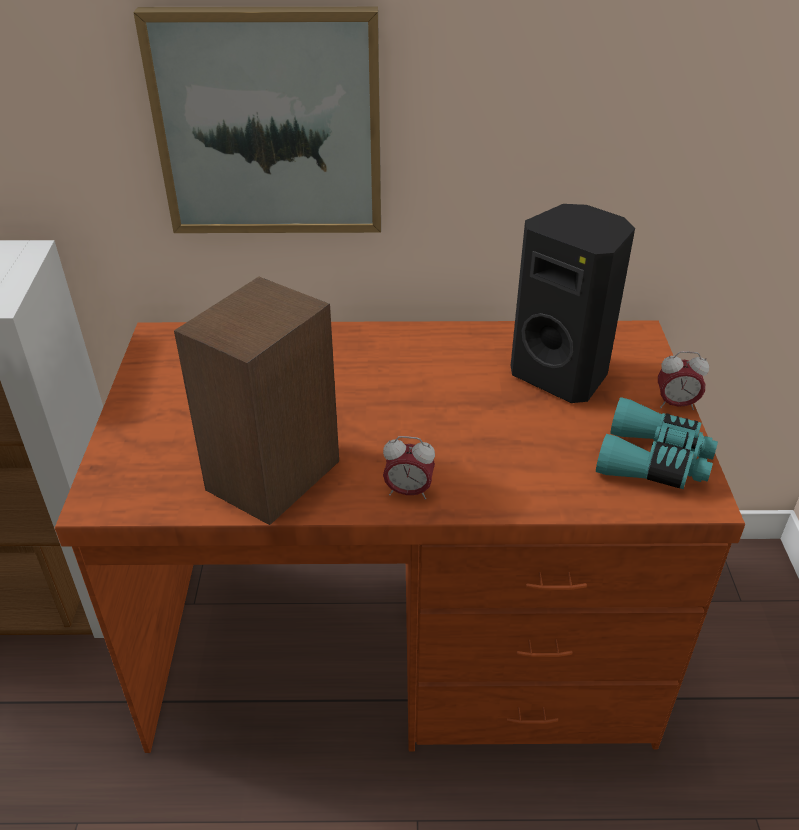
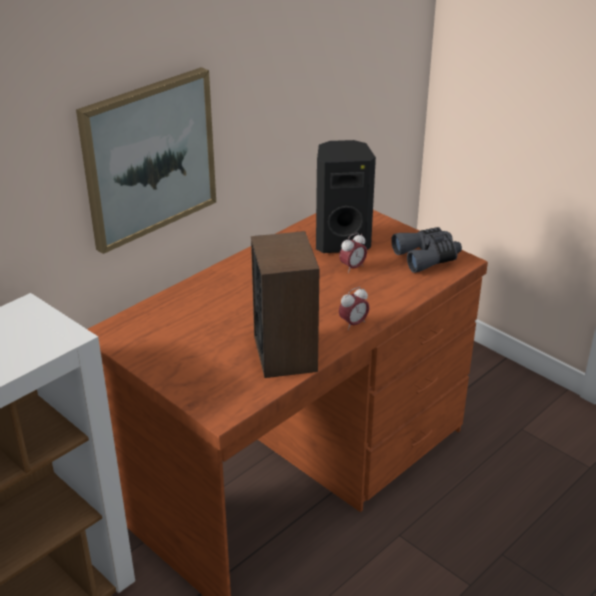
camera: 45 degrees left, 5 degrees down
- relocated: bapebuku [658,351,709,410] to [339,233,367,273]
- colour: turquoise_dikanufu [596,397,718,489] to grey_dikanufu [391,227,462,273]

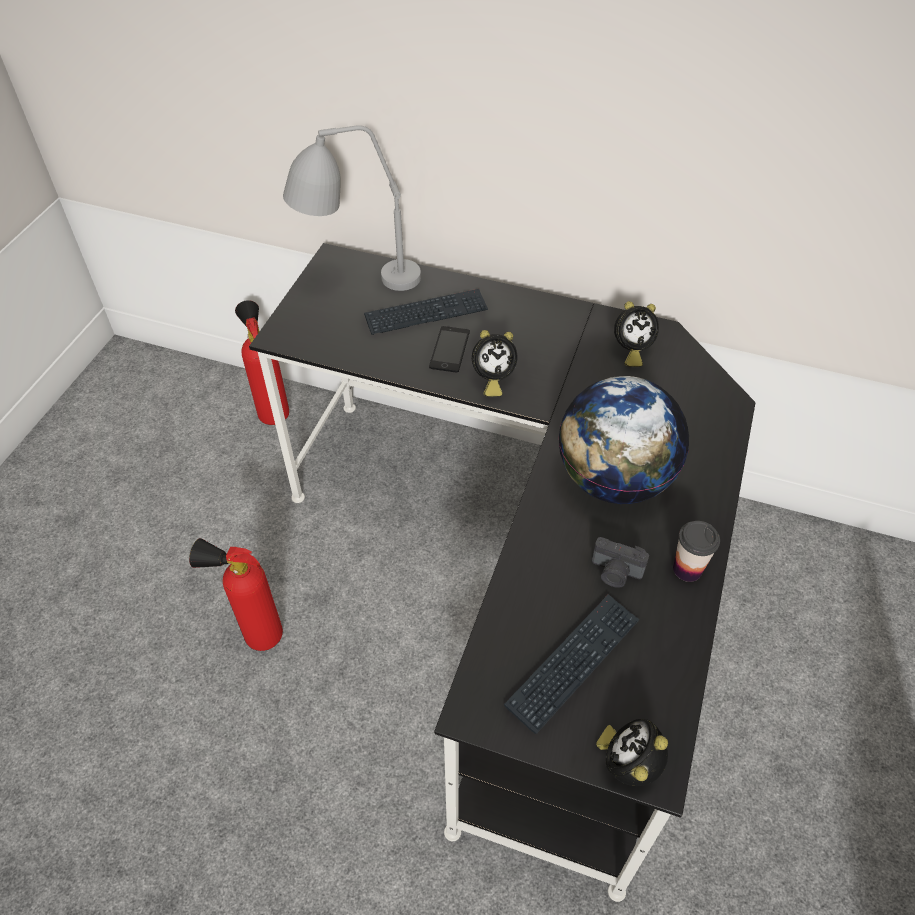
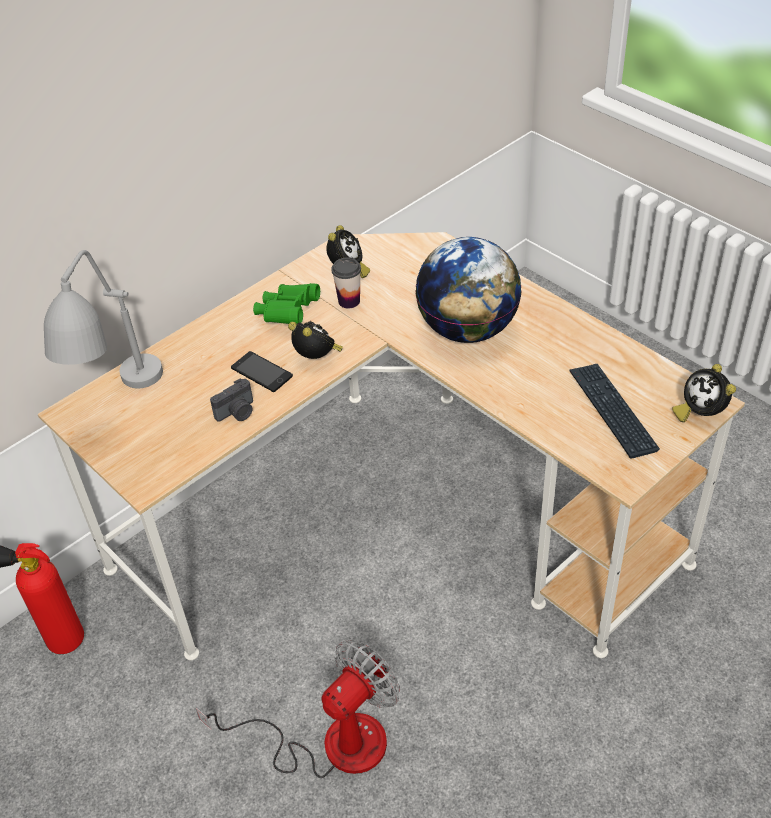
camera: 60 degrees left, 5 degrees down
- colour: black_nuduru [249,243,755,902] to beige_nuduru [38,232,745,660]
- exchanged: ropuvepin [189,538,283,651] to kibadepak [196,640,400,778]
- relocated: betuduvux [592,537,649,588] to [210,378,253,421]
- appeared: green_dikanufu [253,283,320,324]
- spun: bapebuku [472,330,517,397] = [288,321,343,359] 60 degrees counterclockwise
- relocated: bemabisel [673,521,720,582] to [331,257,361,309]
- missing: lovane [364,289,488,335]

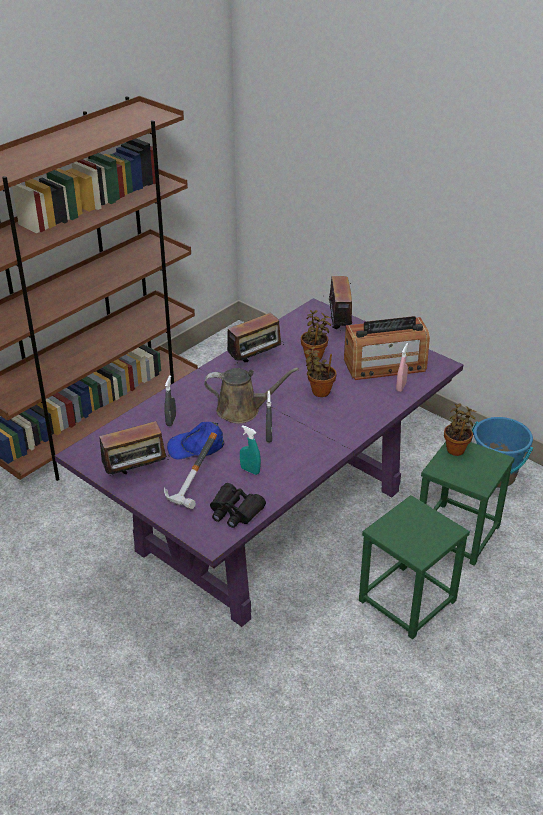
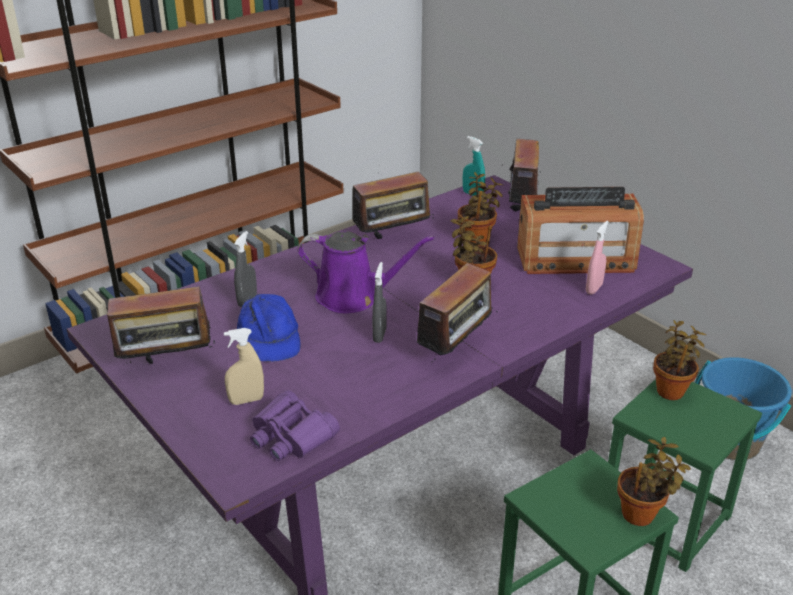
camera: 10 degrees right, 5 degrees down
- exchanged: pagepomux [164,432,217,509] to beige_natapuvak [224,328,264,405]
- spun: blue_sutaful [167,422,224,459] = [237,294,301,362] 105 degrees counterclockwise
- colour: black_dikanufu [210,483,266,528] to purple_dikanufu [250,390,340,461]
- colour: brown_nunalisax [204,368,299,424] to purple_nunalisax [298,231,434,313]
- appeared: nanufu [416,263,498,362]
- relocated: turquoise_natapuvak [240,425,261,475] to [463,136,485,197]
- appeared: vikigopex [617,437,691,526]

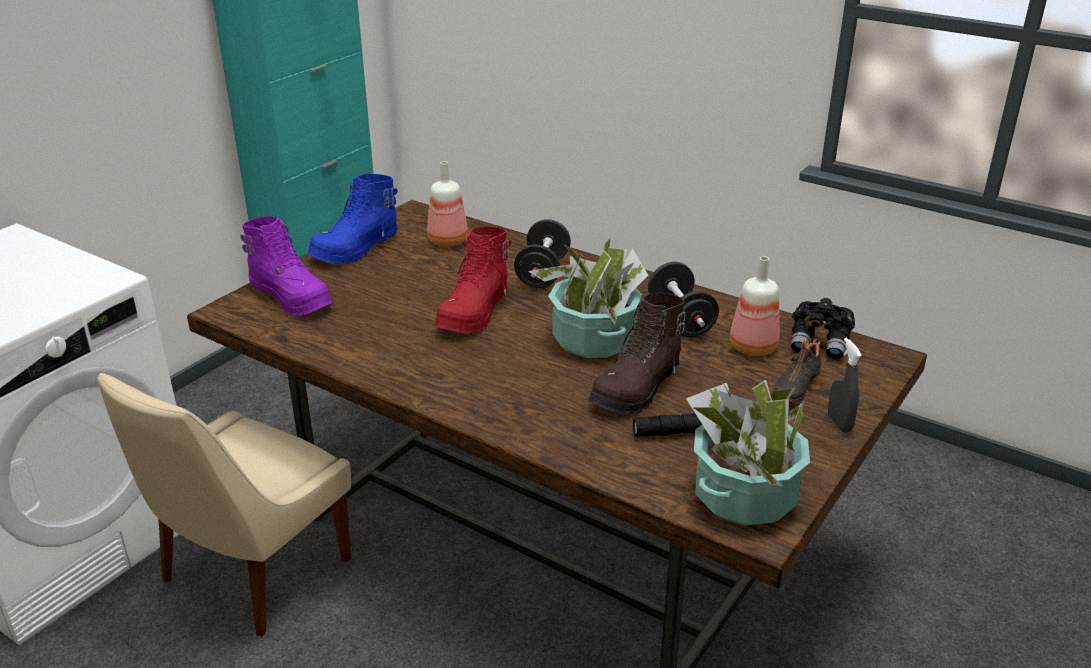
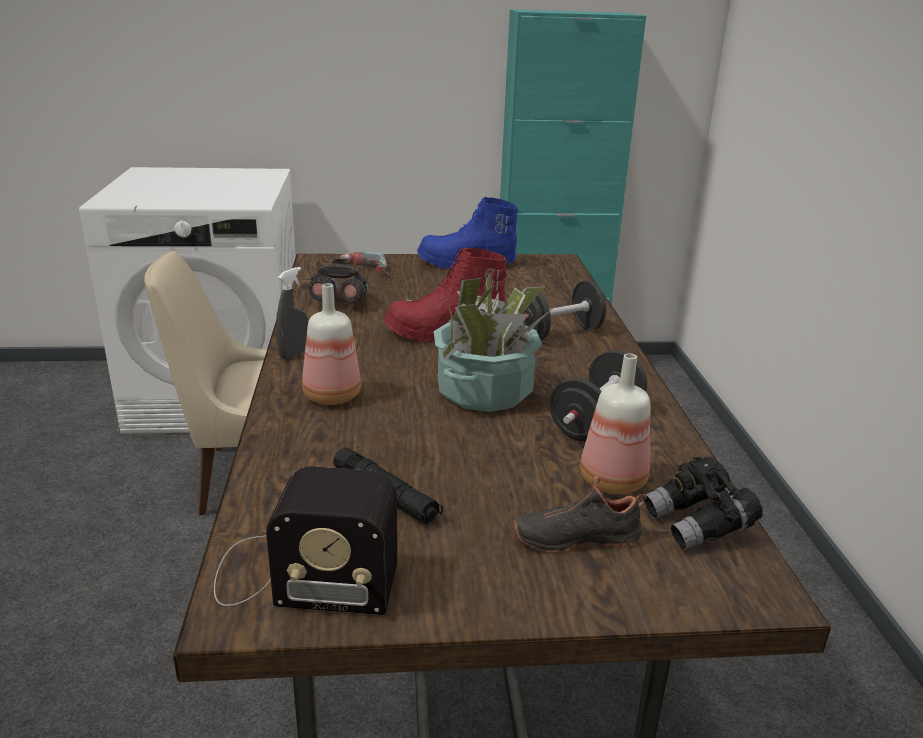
camera: 50 degrees right, 5 degrees down
- exchanged: vikigopex [686,380,810,525] to nanufu [214,467,397,615]
- relocated: grey_natapuvak [828,337,862,433] to [276,267,308,359]
- relocated: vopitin [427,161,468,247] to [302,283,361,405]
- appeared: grey_dikanufu [308,259,368,303]
- exchanged: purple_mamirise [240,216,333,316] to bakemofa [341,252,389,276]
- missing: brown_mamirise [588,293,689,414]

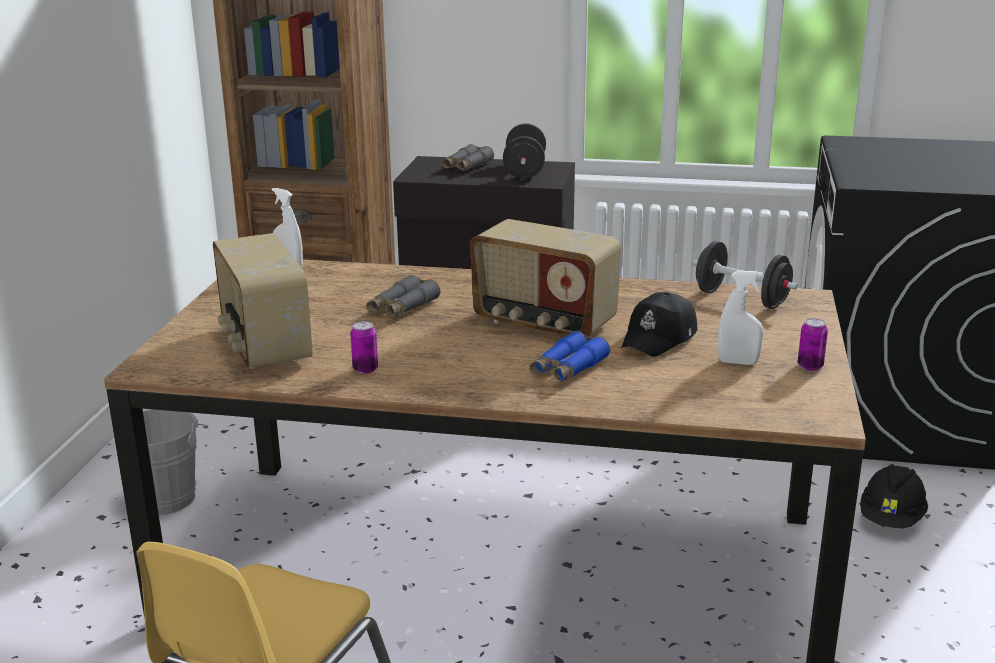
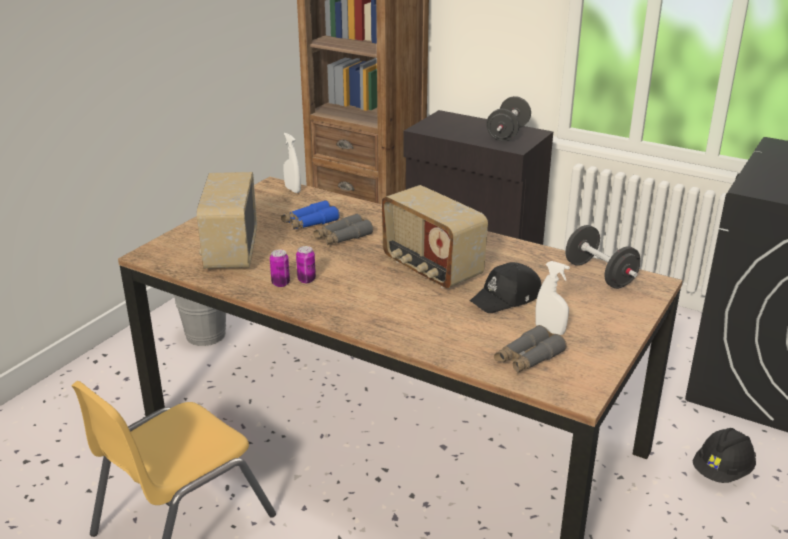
camera: 20 degrees right, 5 degrees up
- relocated: blue_dikanufu [529,331,610,382] to [281,200,340,229]
- relocated: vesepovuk [798,318,828,371] to [296,246,316,283]
- relocated: grey_dikanufu [442,144,494,171] to [494,325,566,373]

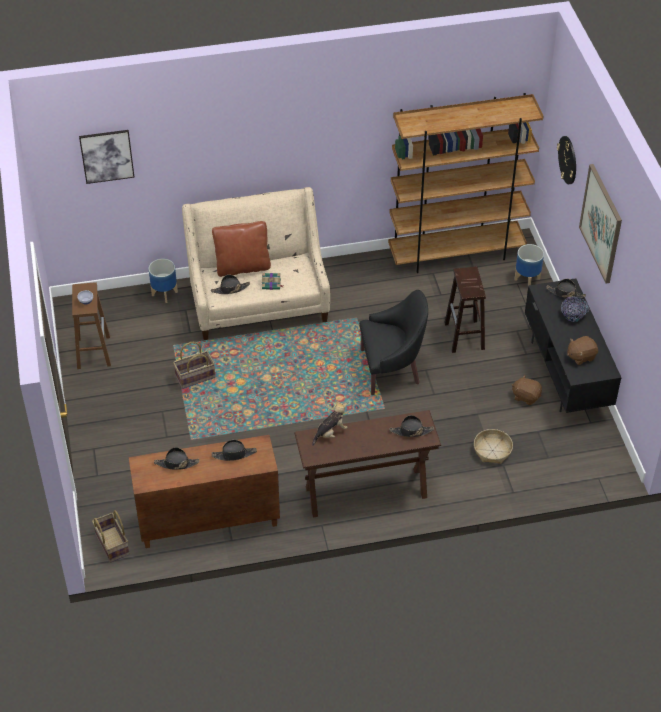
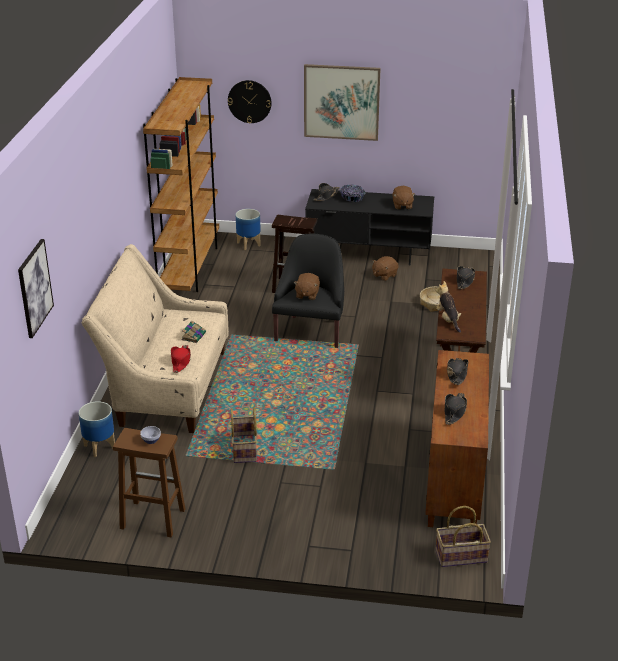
camera: 70 degrees left, 15 degrees down
- colour: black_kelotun [211,275,250,294] to red_kelotun [171,345,191,373]
- appeared: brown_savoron [294,273,320,300]
- missing: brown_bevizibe [212,221,271,277]

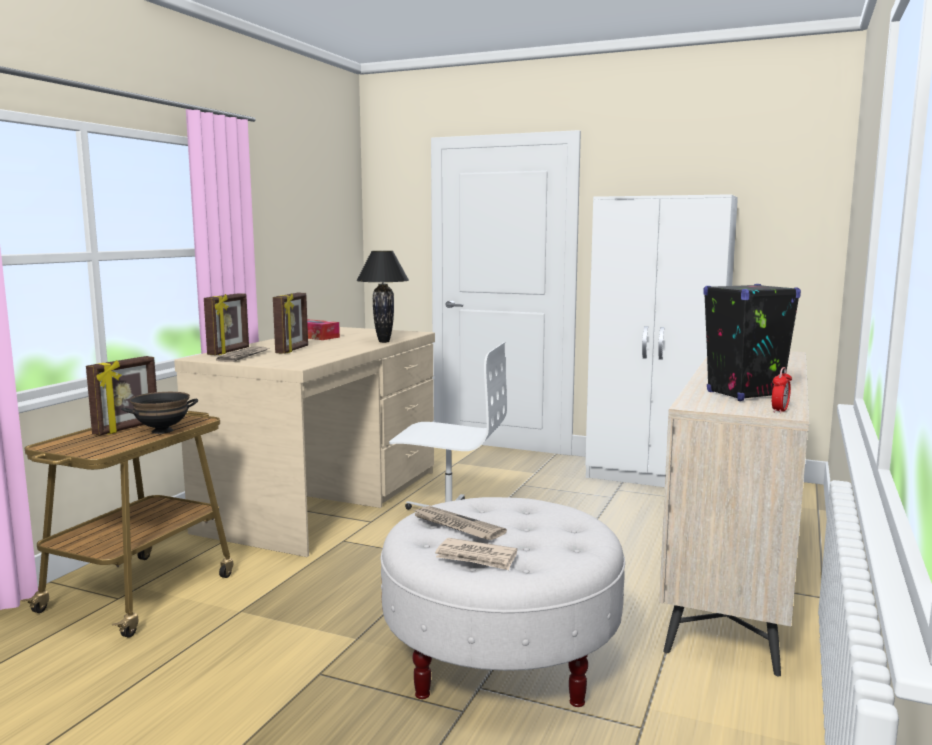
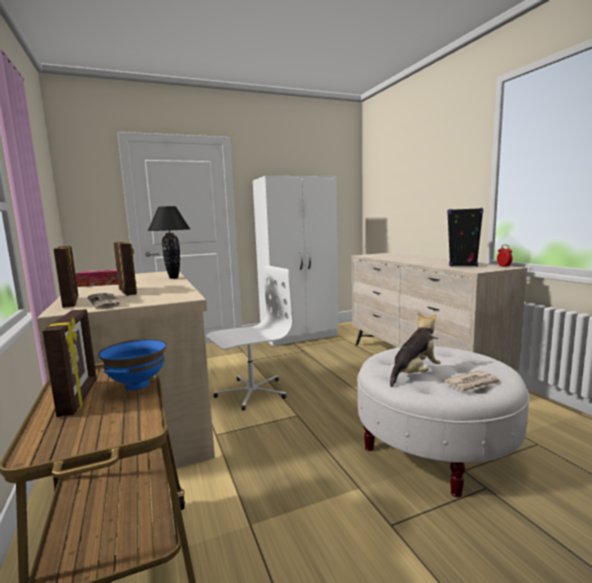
camera: 45 degrees left, 0 degrees up
- colour: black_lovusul [121,392,198,434] to blue_lovusul [98,339,166,390]
- exchanged: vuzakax [411,506,507,540] to savoron [390,312,441,387]

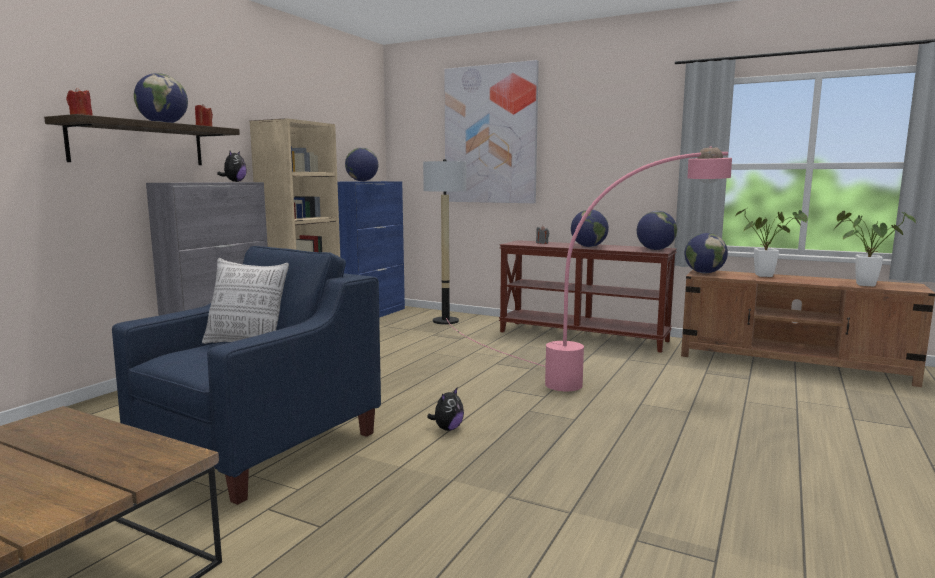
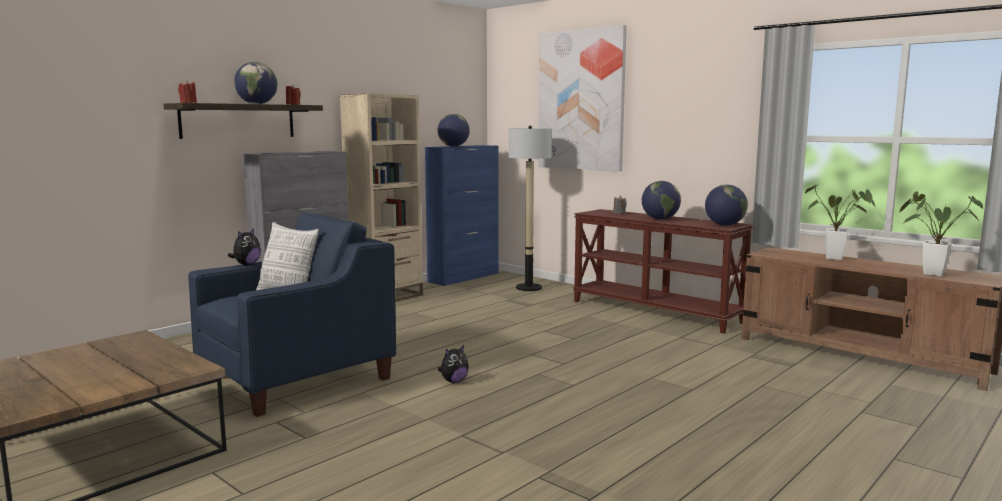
camera: 15 degrees right, 0 degrees up
- relocated: savoron [217,151,247,182] to [228,229,261,265]
- missing: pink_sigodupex [446,146,732,391]
- missing: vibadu [685,233,728,273]

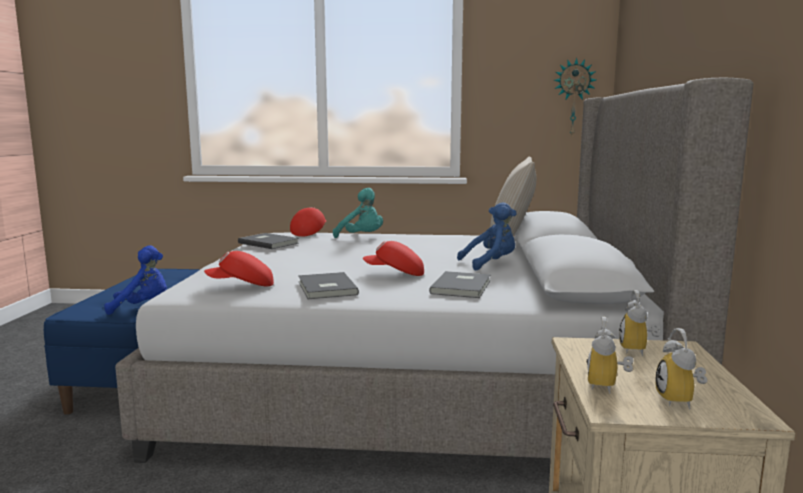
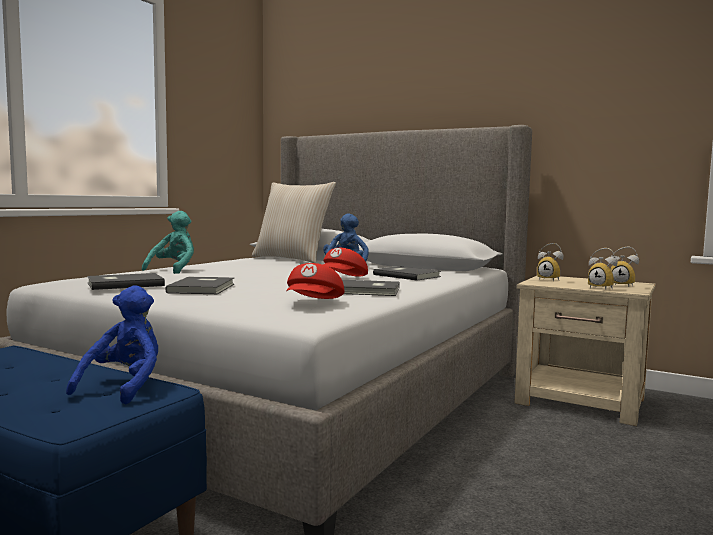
camera: 65 degrees left, 5 degrees down
- spun: turquoise_savoron [333,188,383,238] = [142,211,194,274] 45 degrees counterclockwise
- appeared: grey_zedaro [165,277,234,294]
- missing: red_sutaful [290,207,326,237]
- missing: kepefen [554,58,596,135]

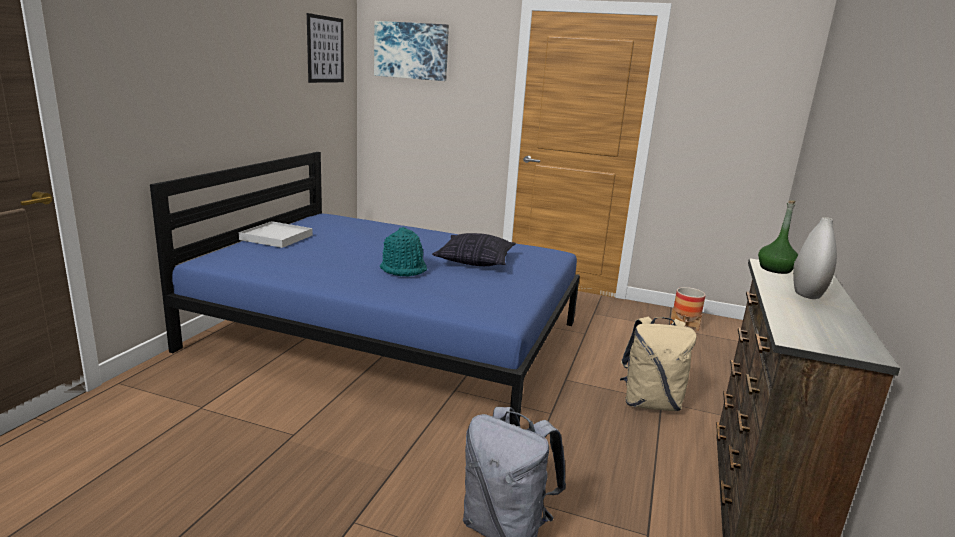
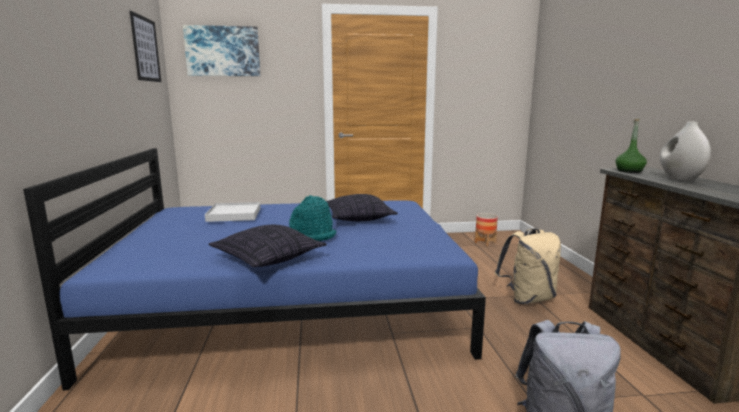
camera: 25 degrees left, 5 degrees down
- relocated: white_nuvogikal [239,221,313,248] to [205,202,261,222]
- appeared: bevizibe [209,225,327,267]

